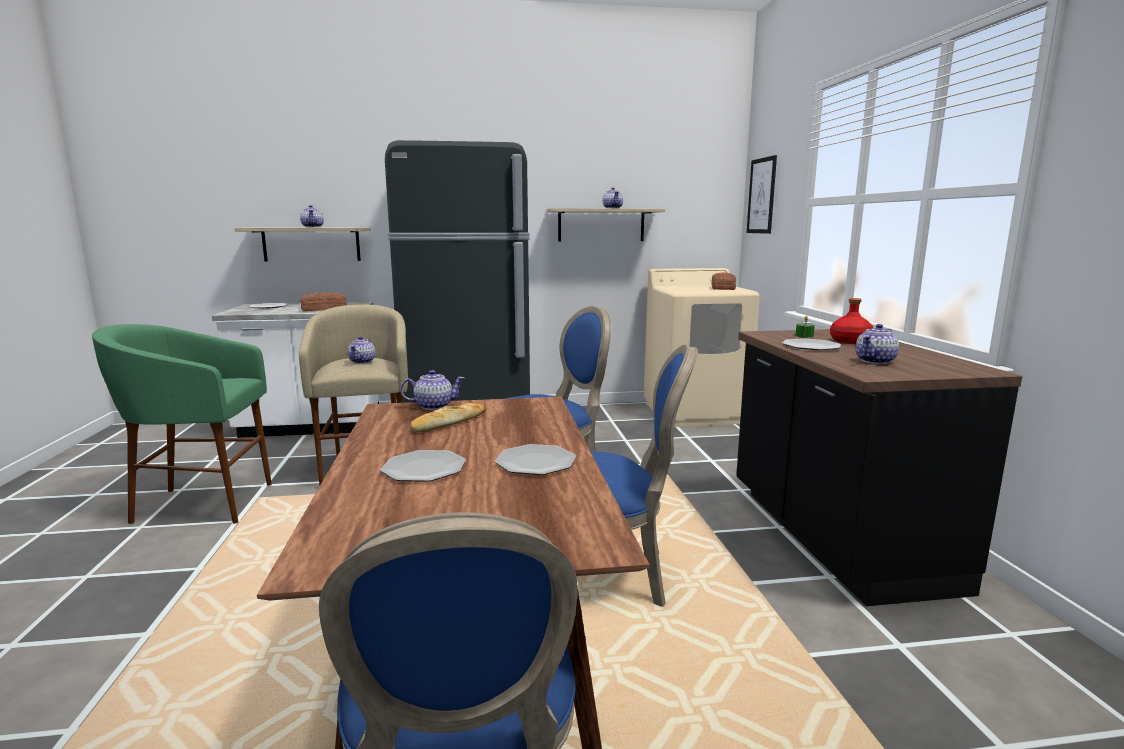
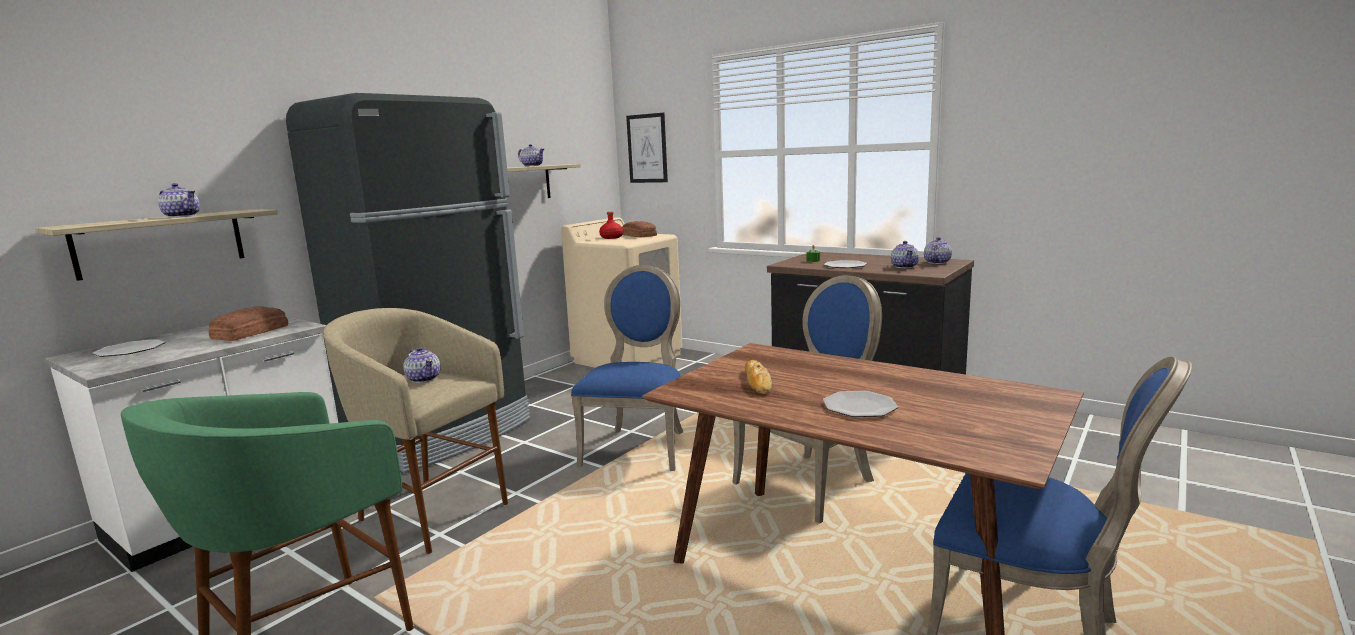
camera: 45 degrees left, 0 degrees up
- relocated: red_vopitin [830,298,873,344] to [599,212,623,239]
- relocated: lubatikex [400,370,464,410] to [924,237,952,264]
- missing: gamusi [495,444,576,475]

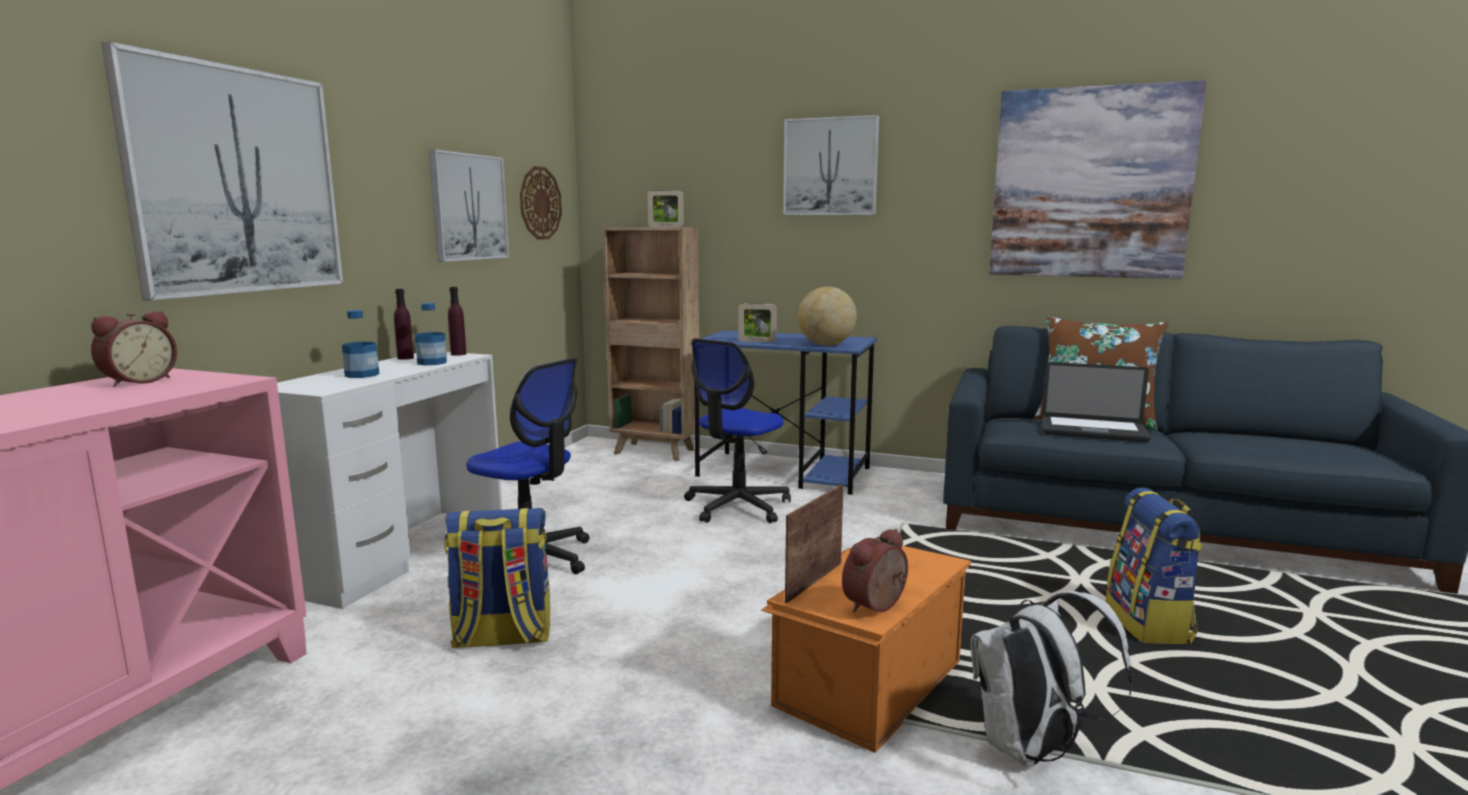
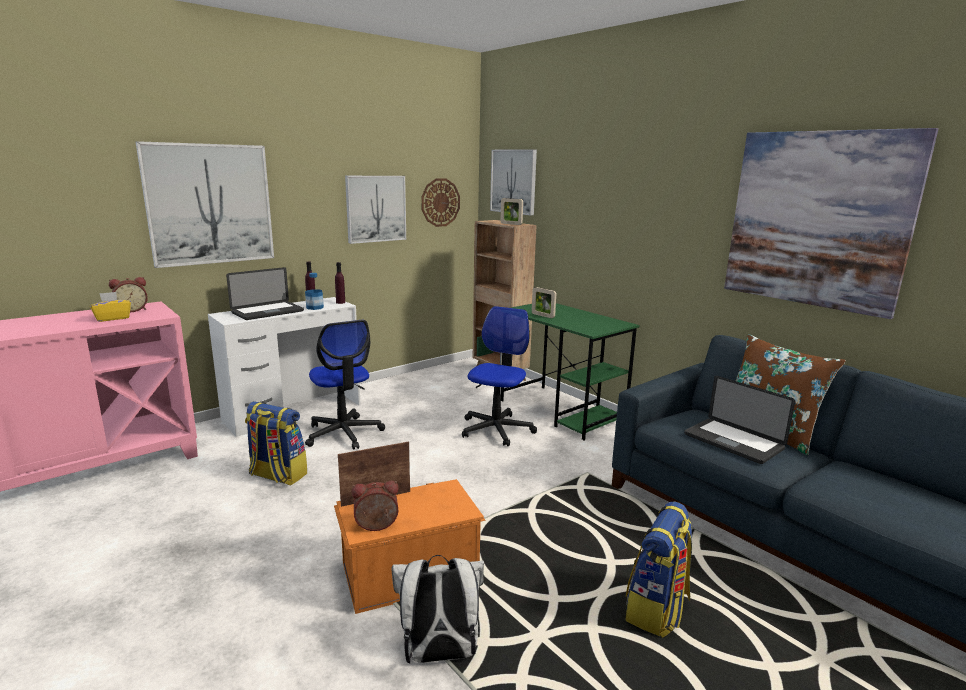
camera: 30 degrees right, 5 degrees up
- appeared: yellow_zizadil [90,292,131,322]
- exchanged: vopitin [342,310,379,378] to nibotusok [226,267,304,320]
- spun: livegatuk [684,338,791,523] = [462,306,537,446] 135 degrees clockwise
- relocated: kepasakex [783,115,879,215] to [490,149,537,215]
- colour: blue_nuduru [691,330,877,495] to green_nuduru [501,303,640,441]
- missing: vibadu [798,286,857,346]

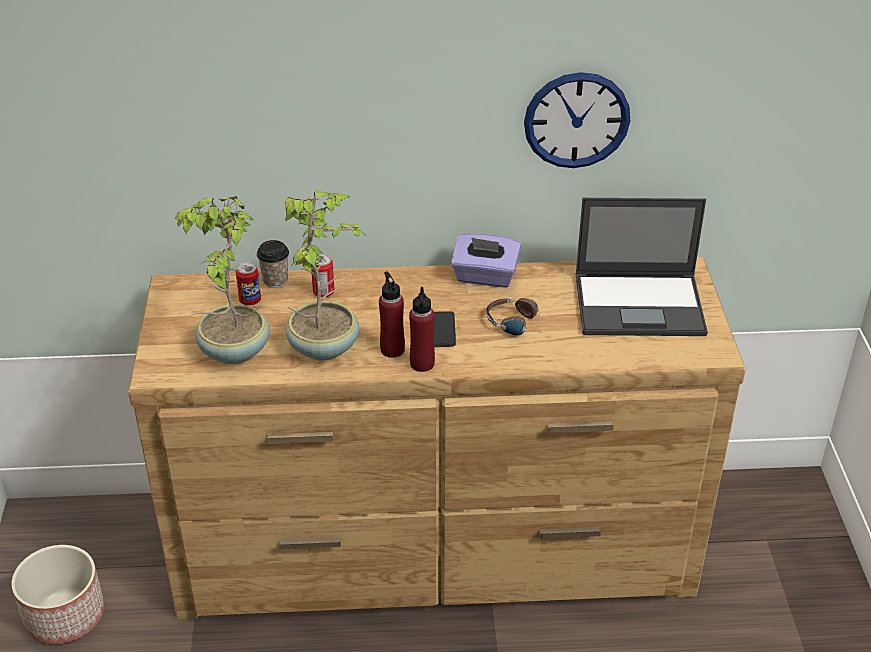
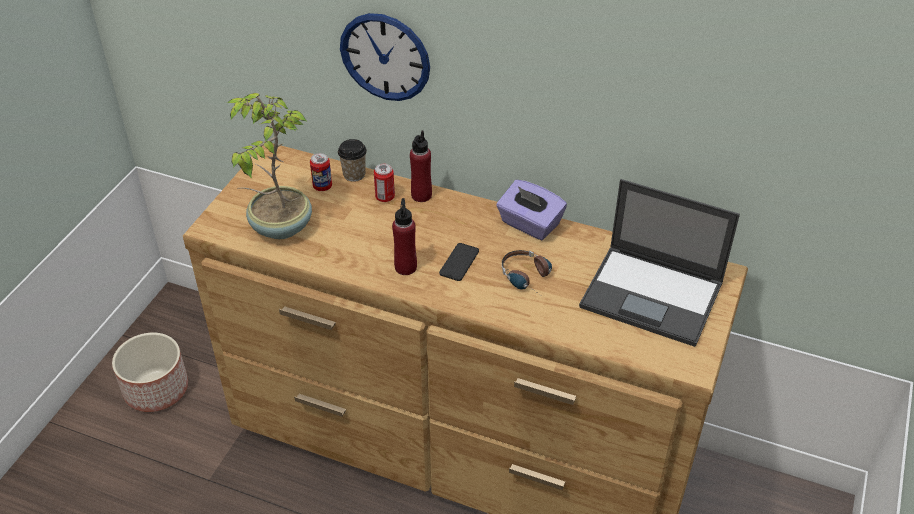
camera: 25 degrees right, 5 degrees up
- relocated: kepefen [524,72,630,168] to [340,13,430,101]
- relocated: red_vopitin [409,287,435,372] to [410,130,432,202]
- missing: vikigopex [285,191,368,361]

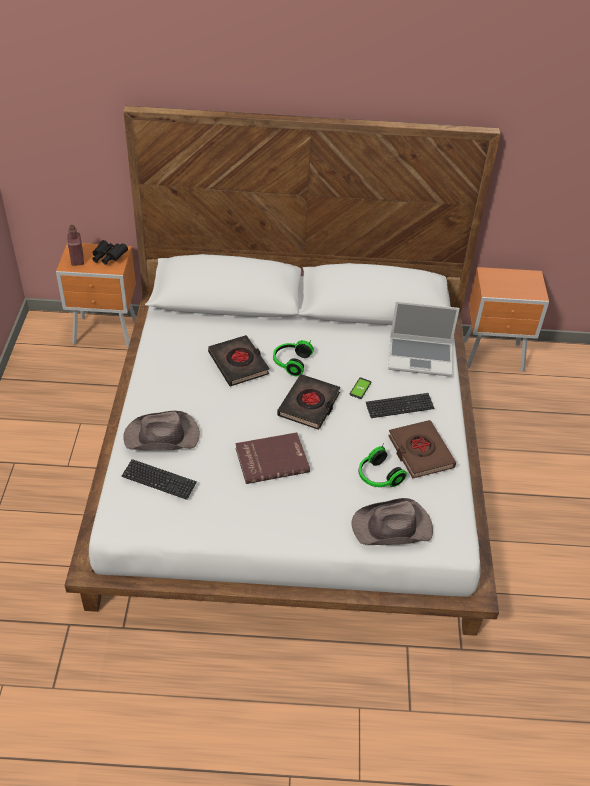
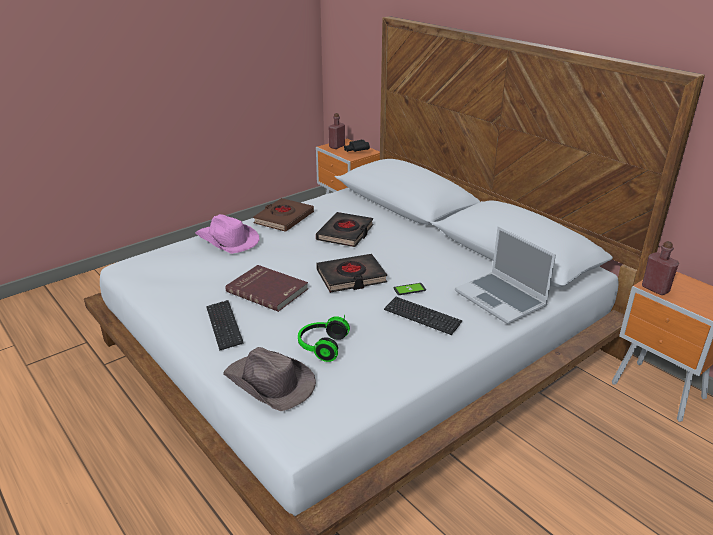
camera: 50 degrees right, 15 degrees down
- colour: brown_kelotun [123,411,200,450] to pink_kelotun [195,214,259,254]
- relocated: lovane [122,459,197,500] to [206,300,244,351]
- relocated: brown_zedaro [388,420,456,479] to [253,198,314,232]
- appeared: red_vopitin [642,241,679,295]
- missing: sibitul [273,340,314,376]

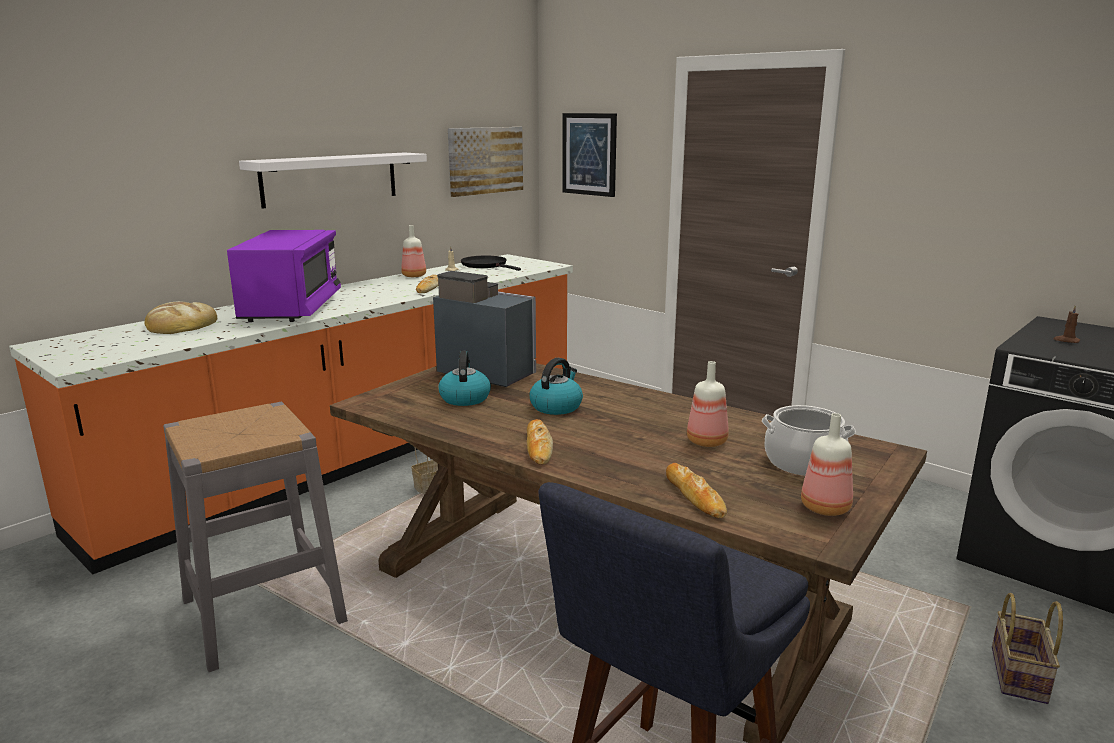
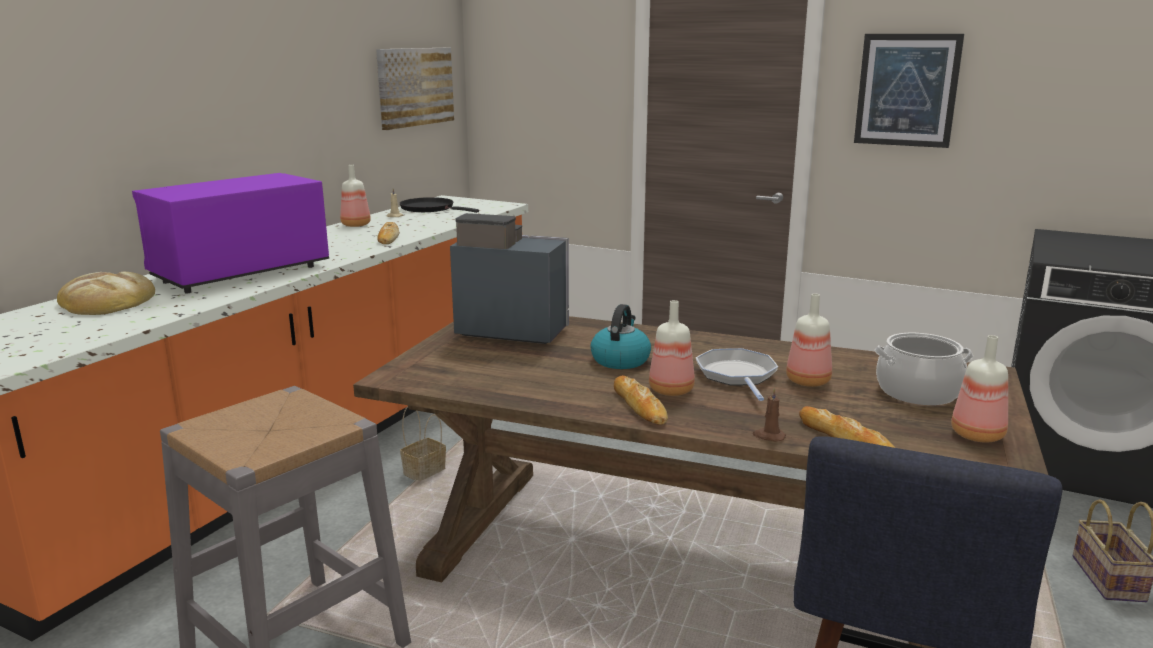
camera: 15 degrees left, 0 degrees up
- spun: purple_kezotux [227,230,341,322] = [132,173,329,293] 120 degrees counterclockwise
- appeared: vopitin [649,300,695,396]
- appeared: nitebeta [696,348,778,401]
- relocated: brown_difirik [1053,305,1080,343] to [753,388,786,441]
- relocated: kepasakex [562,113,617,197] to [854,34,964,148]
- missing: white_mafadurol [239,152,427,209]
- missing: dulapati [438,350,491,406]

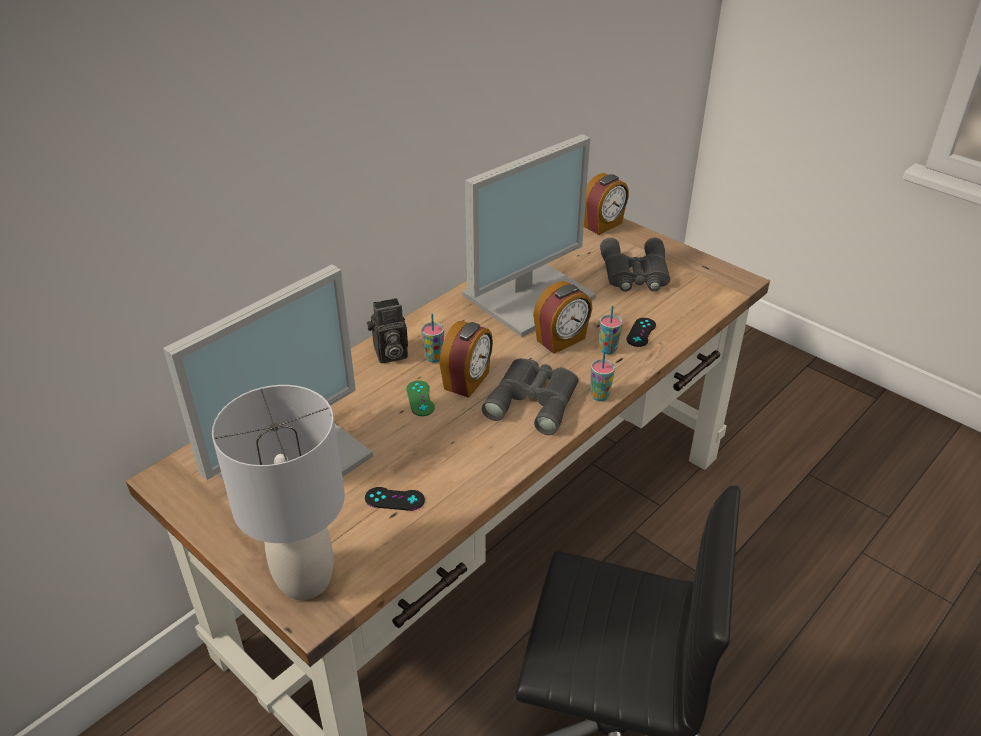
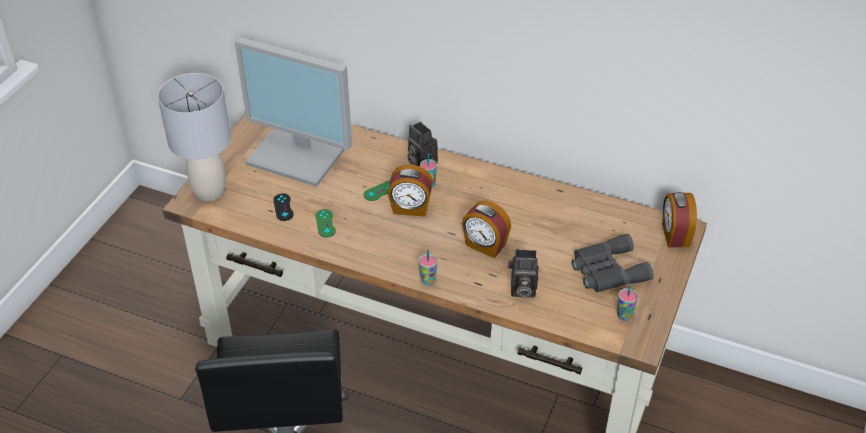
camera: 70 degrees right, 5 degrees up
- appeared: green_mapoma [316,209,336,238]
- exchanged: black_mapoma [626,318,656,347] to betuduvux [508,249,539,298]
- relocated: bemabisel [599,306,622,354] to [617,284,638,321]
- spun: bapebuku [584,173,629,235] = [662,192,697,248] 60 degrees clockwise
- missing: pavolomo [462,134,596,337]
- missing: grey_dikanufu [482,359,579,435]

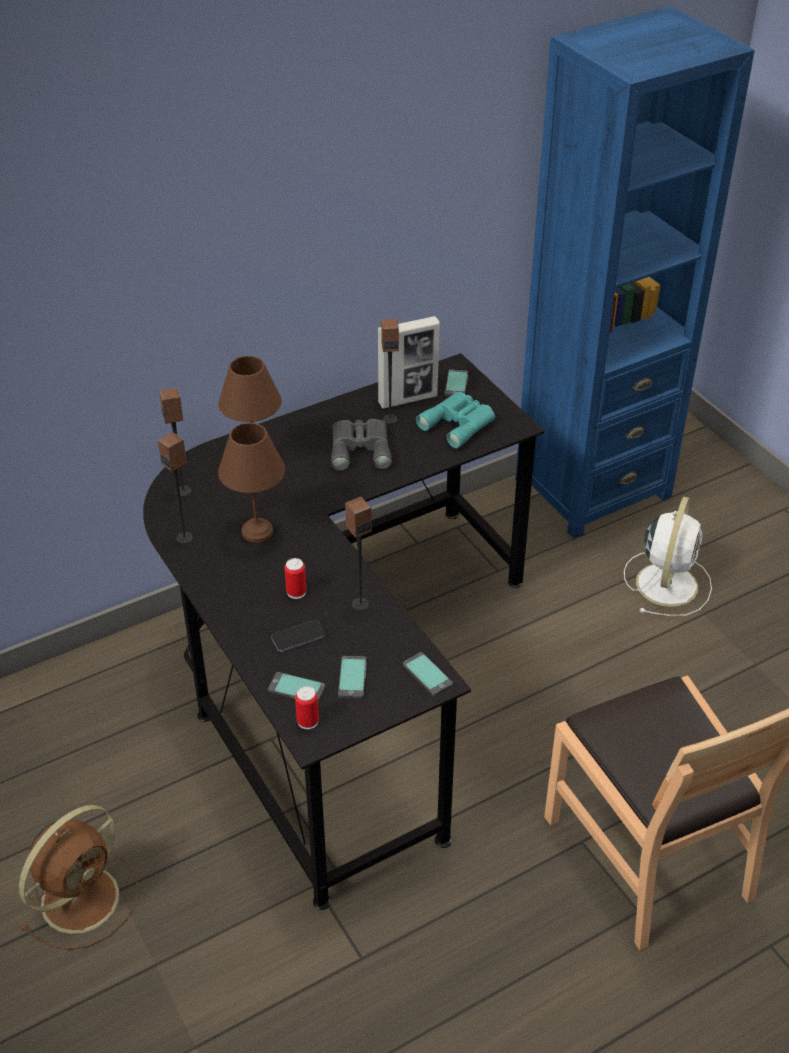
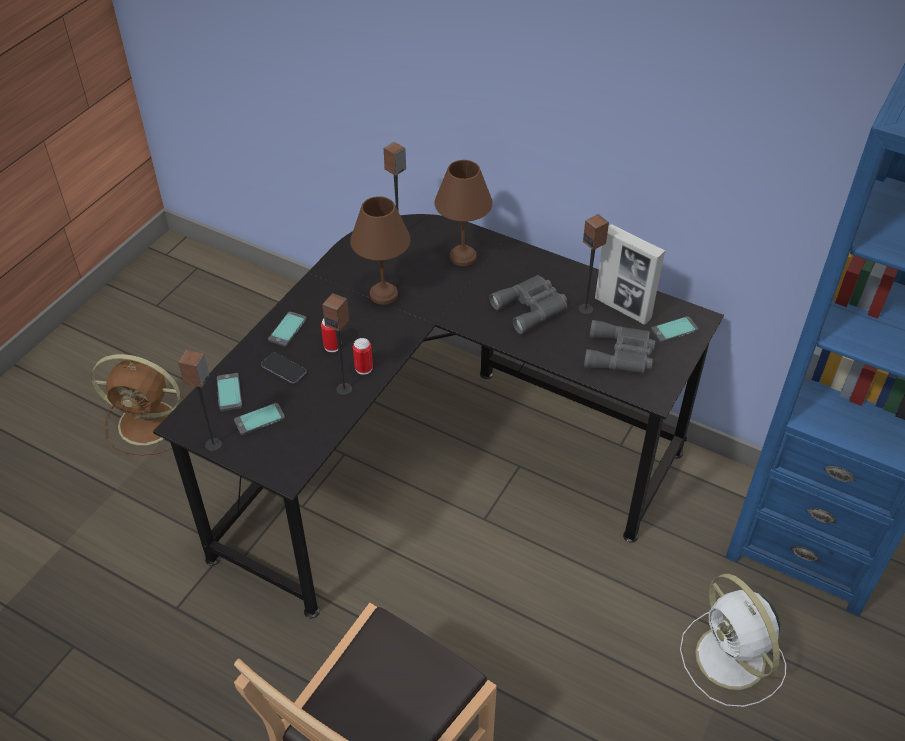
camera: 60 degrees right, 5 degrees up
- relocated: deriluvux [158,432,193,544] to [178,350,222,451]
- relocated: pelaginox [403,652,453,696] to [268,312,306,347]
- relocated: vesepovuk [295,686,319,729] to [353,338,373,375]
- colour: turquoise_dikanufu [416,392,495,448] to grey_dikanufu [584,320,655,374]
- spun: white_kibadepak [624,496,712,616] = [680,574,786,707] 75 degrees clockwise

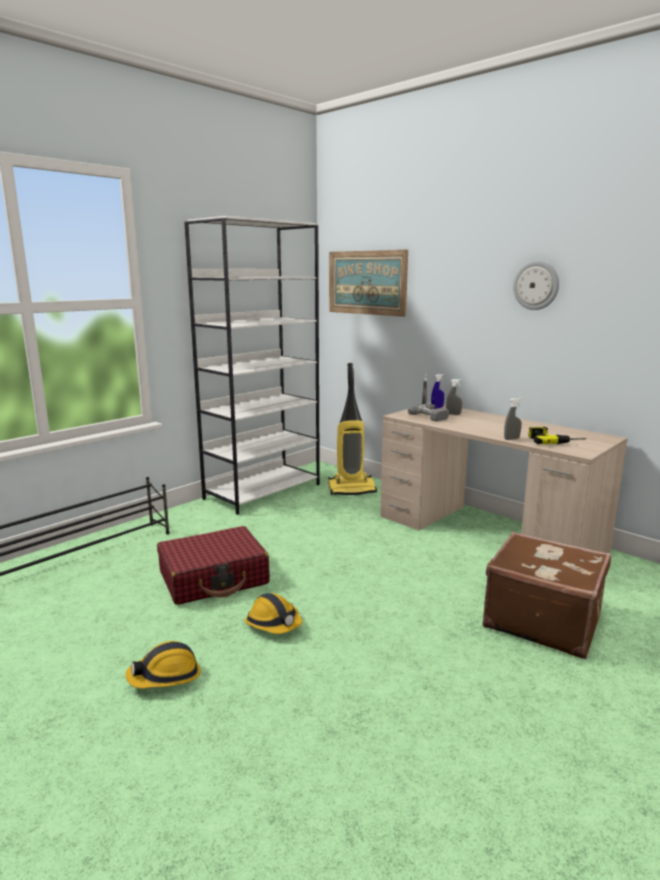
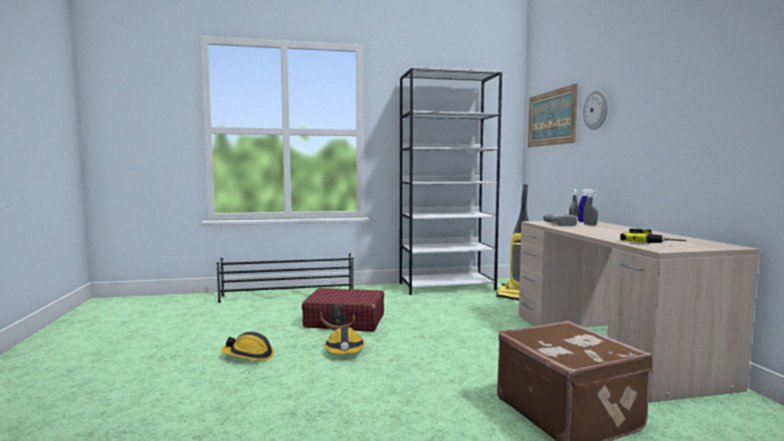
camera: 35 degrees right, 10 degrees down
- relocated: kepefen [513,261,559,310] to [583,90,608,130]
- missing: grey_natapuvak [504,398,522,440]

